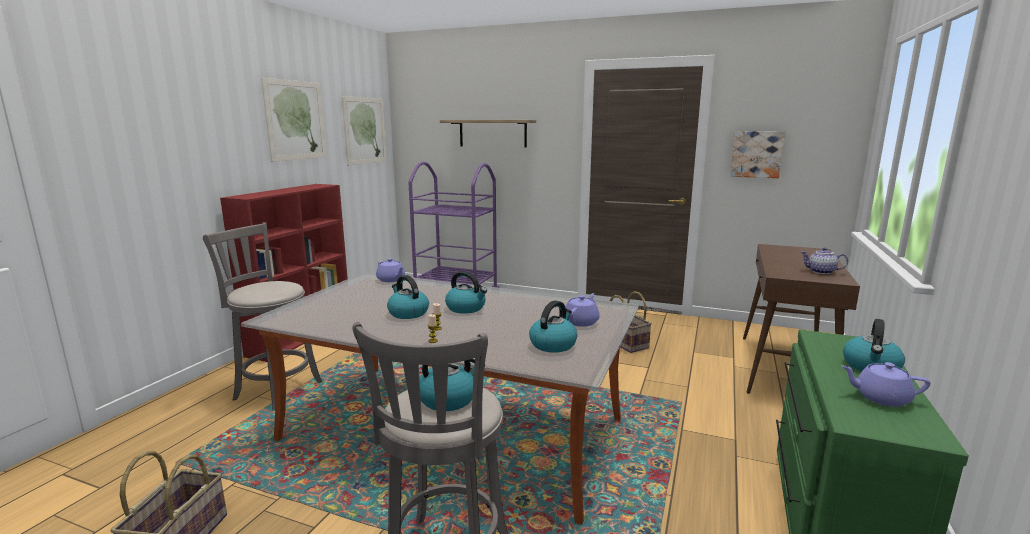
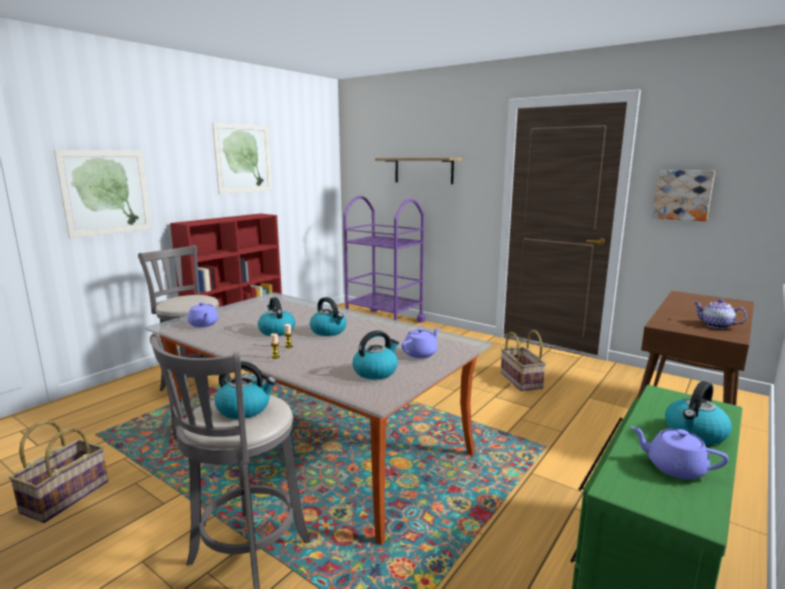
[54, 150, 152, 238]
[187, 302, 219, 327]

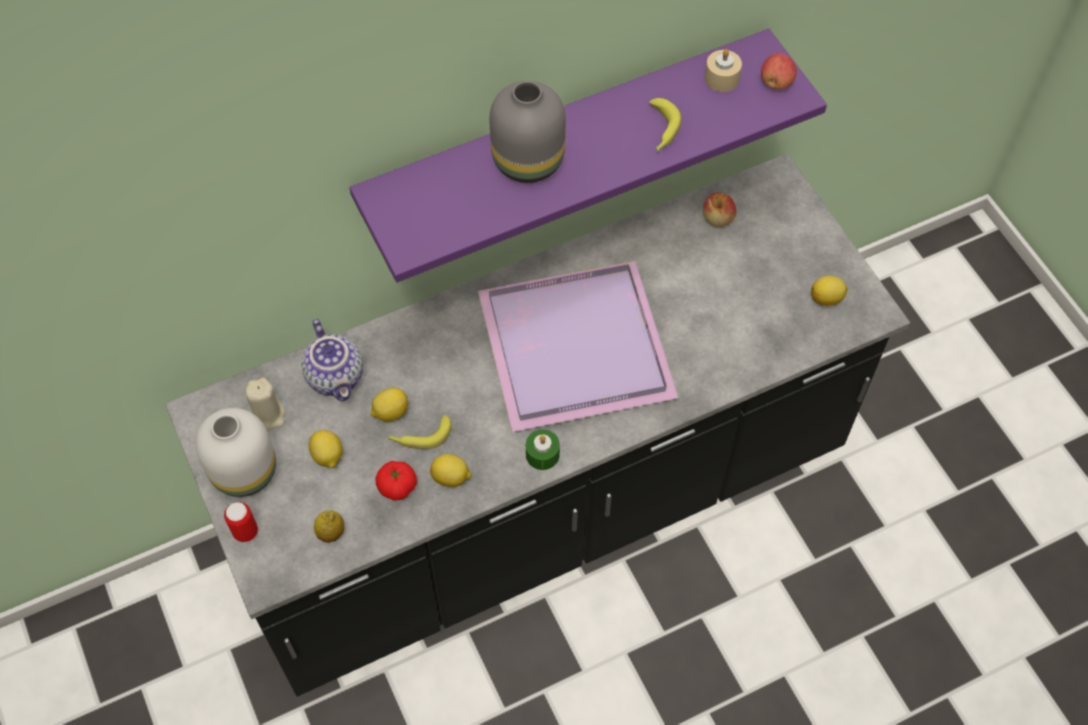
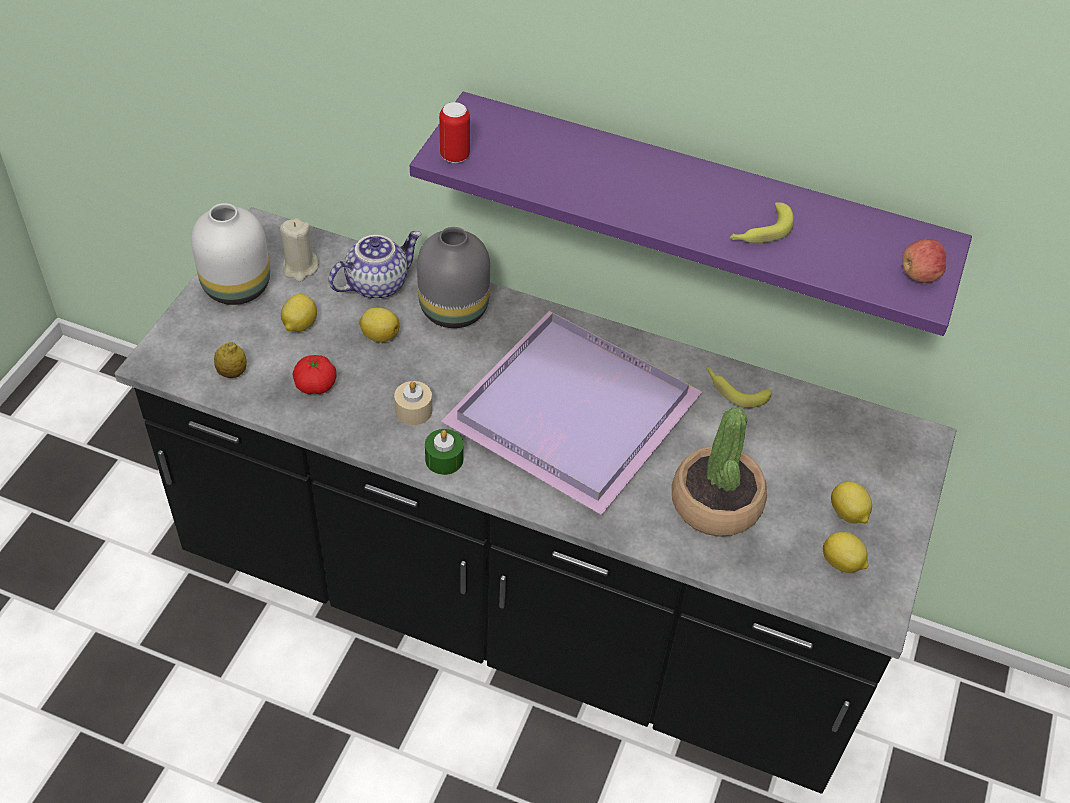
[394, 381, 432, 425]
[417, 227, 490, 328]
[703, 192, 736, 227] (first image)
[328, 231, 421, 299]
[706, 368, 771, 408]
[831, 482, 872, 524]
[439, 102, 470, 163]
[672, 407, 767, 537]

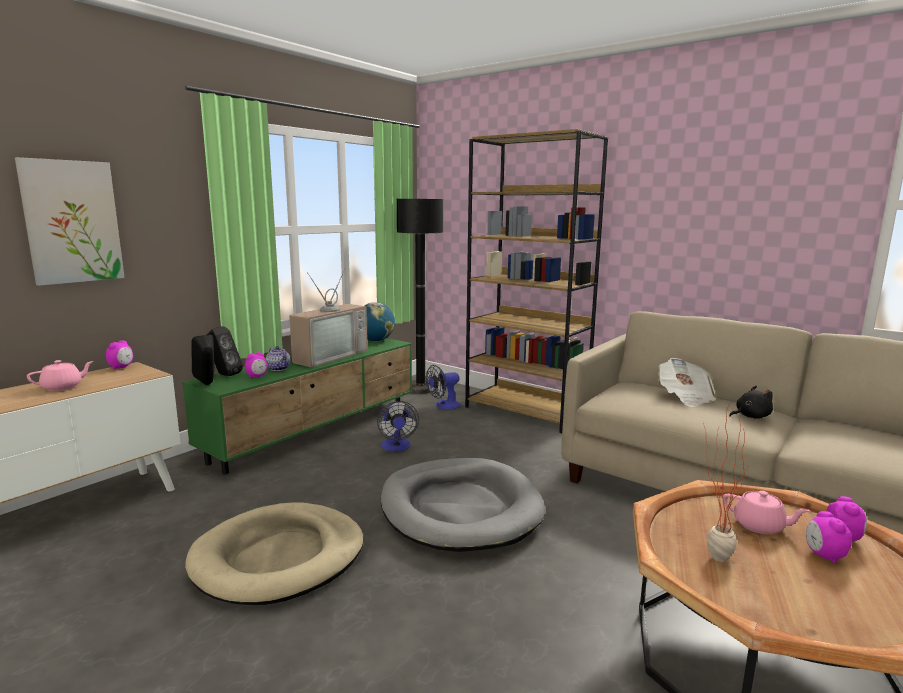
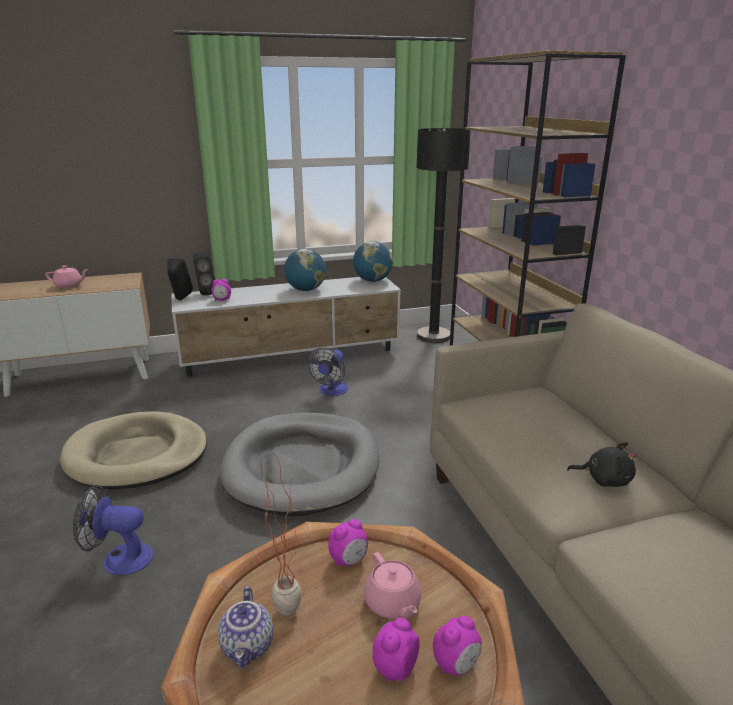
[15, 157, 125, 286] (first image)
[284, 249, 326, 291]
[171, 277, 401, 376]
[328, 519, 368, 566]
[218, 586, 273, 668]
[658, 358, 716, 407] (first image)
[73, 485, 154, 575]

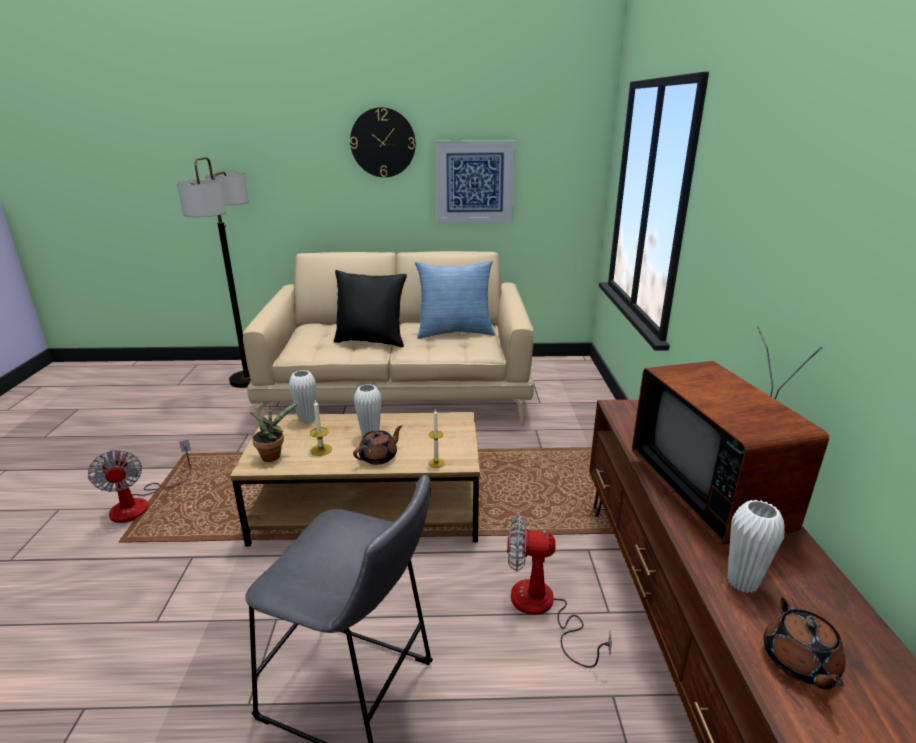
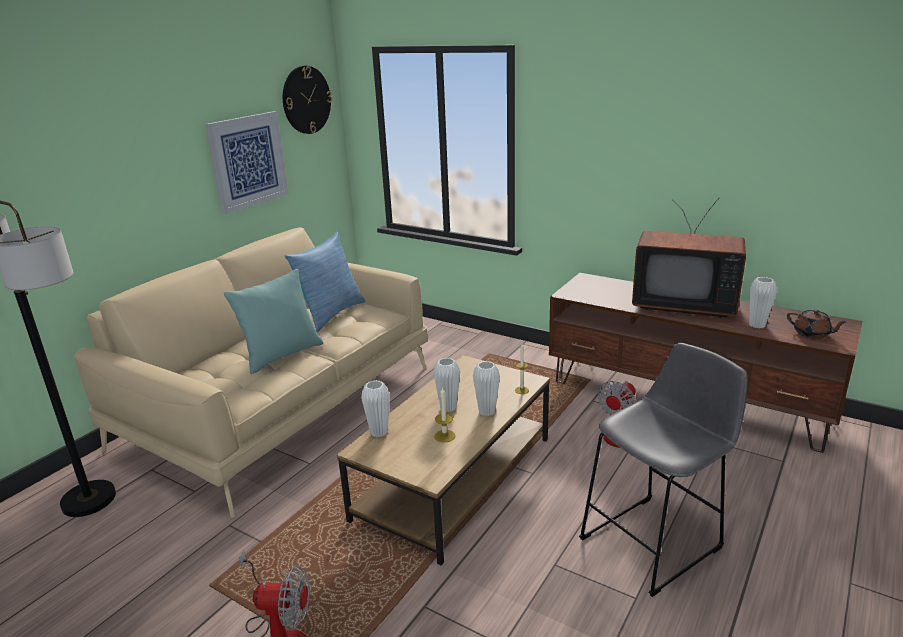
[283, 66, 332, 134]
[224, 269, 323, 374]
[251, 402, 298, 462] (first image)
[473, 361, 500, 416]

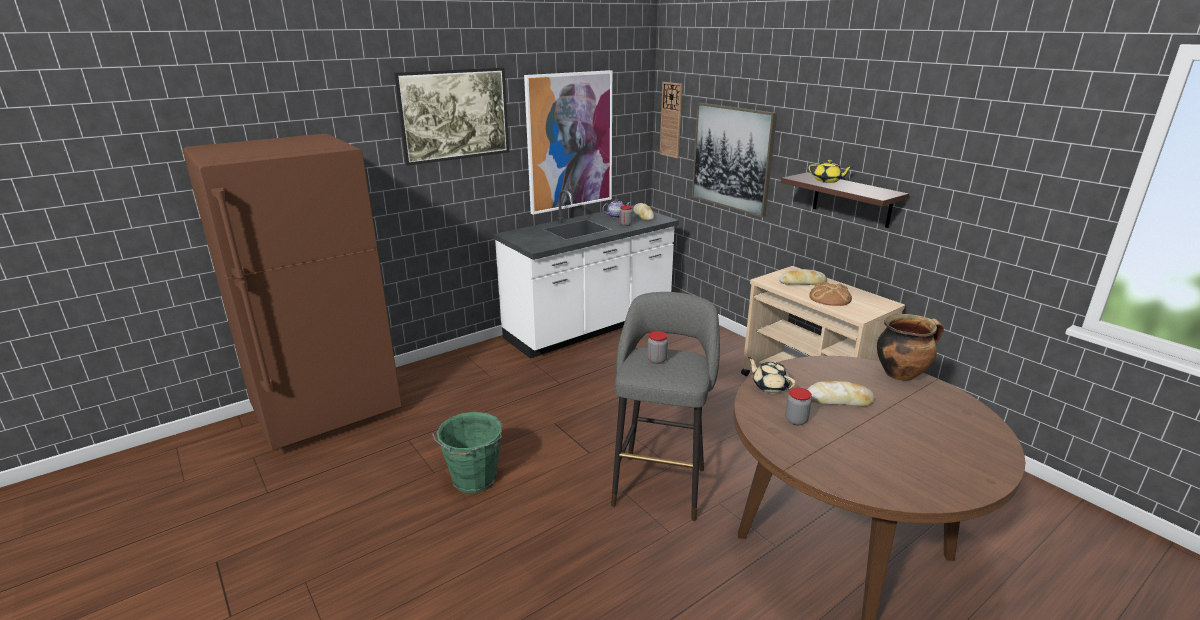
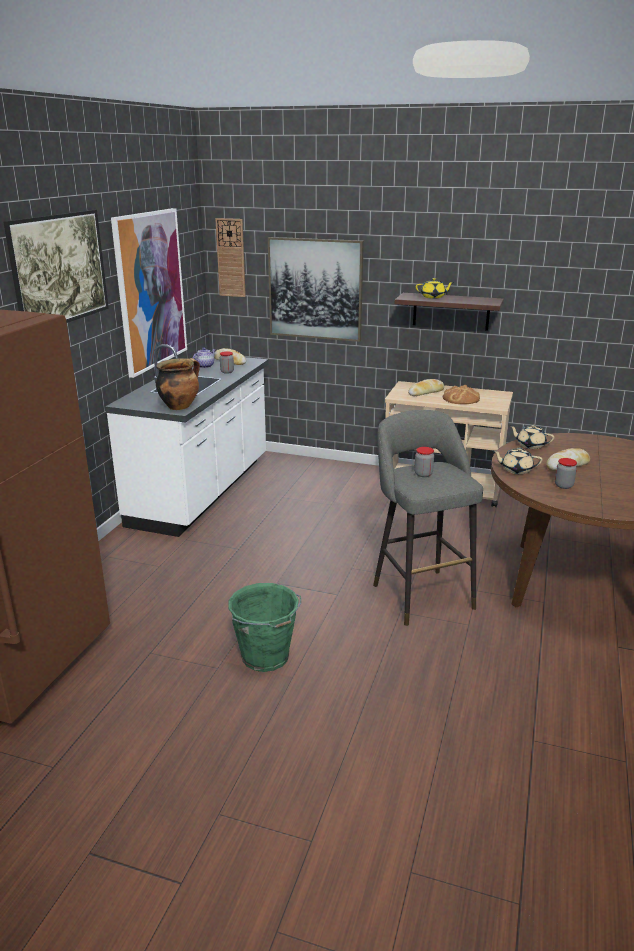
[156, 358, 200, 410]
[509, 425, 554, 449]

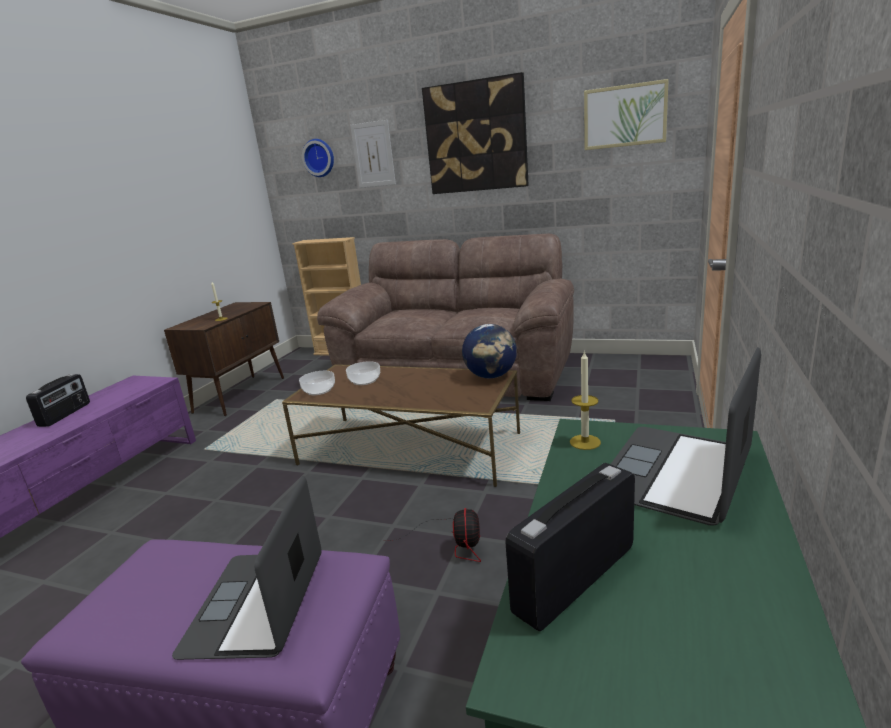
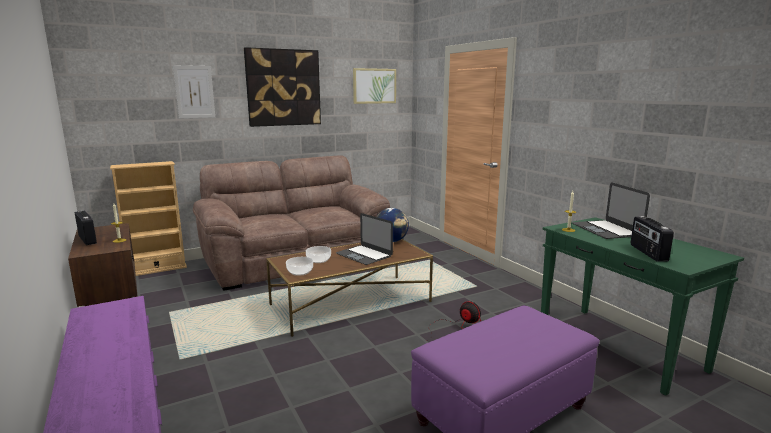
[302, 139, 334, 177] (first image)
[75, 210, 97, 245]
[336, 213, 393, 265]

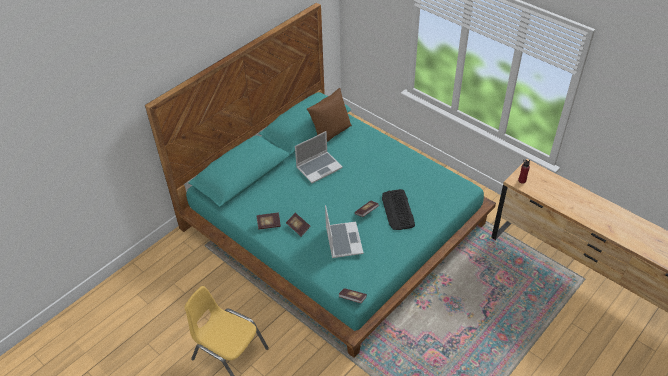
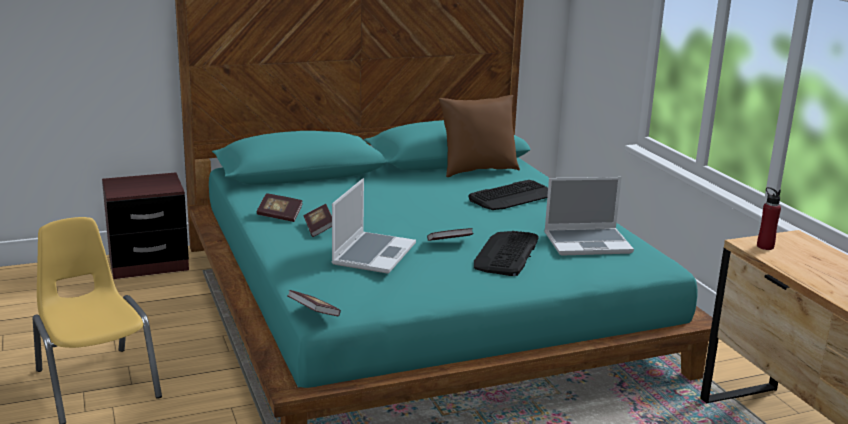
[544, 177, 634, 256]
[102, 172, 189, 279]
[468, 180, 548, 210]

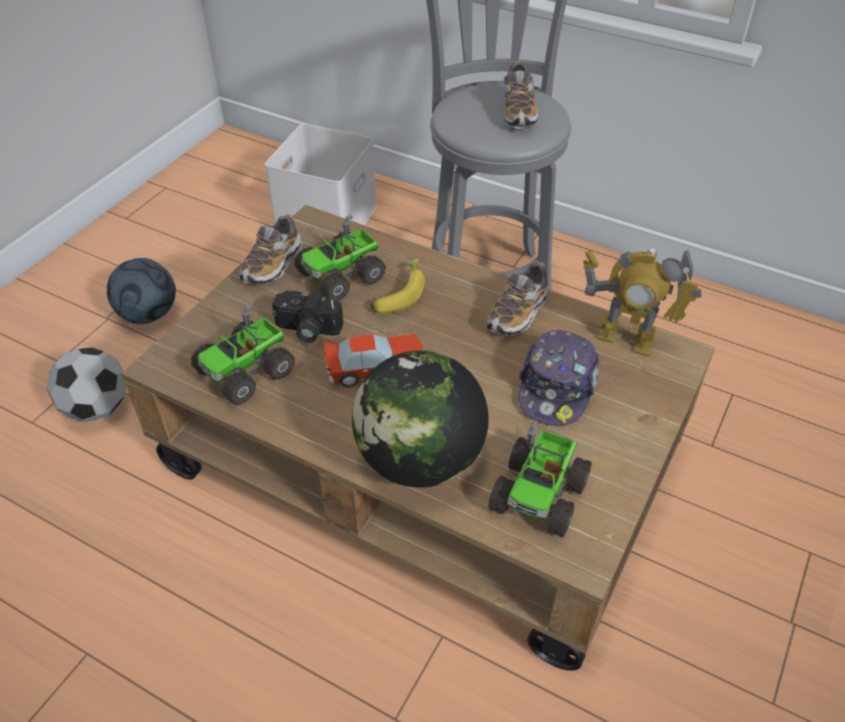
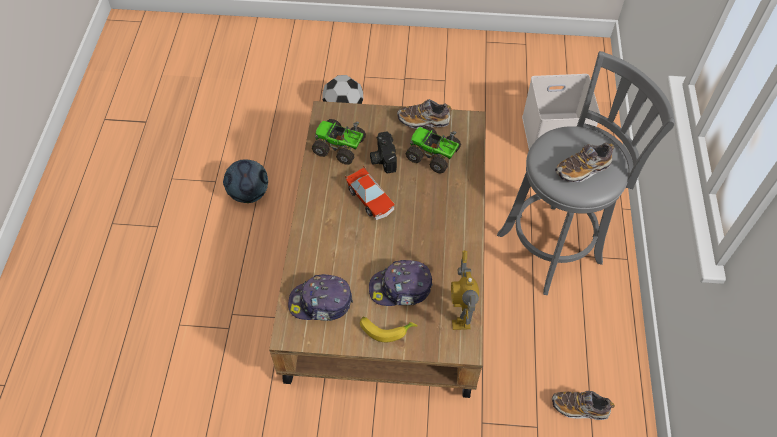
[223, 160, 268, 203]
[360, 316, 418, 342]
[552, 390, 615, 420]
[352, 350, 489, 488] (first image)
[288, 274, 353, 321]

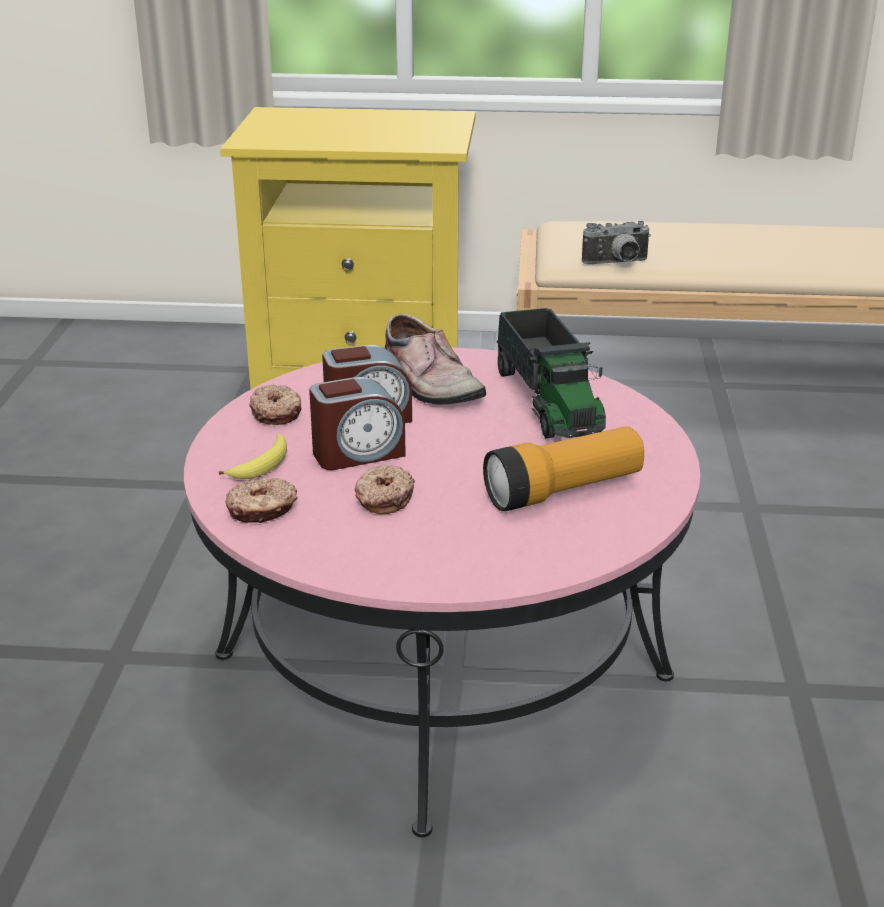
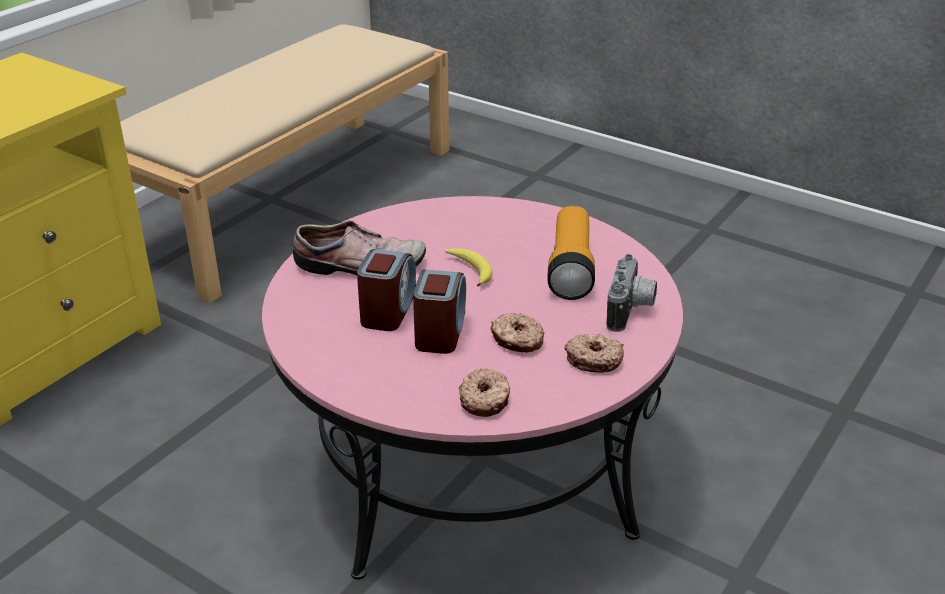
[607, 254, 657, 332]
[496, 308, 606, 438] (first image)
[565, 334, 624, 373]
[445, 249, 493, 287]

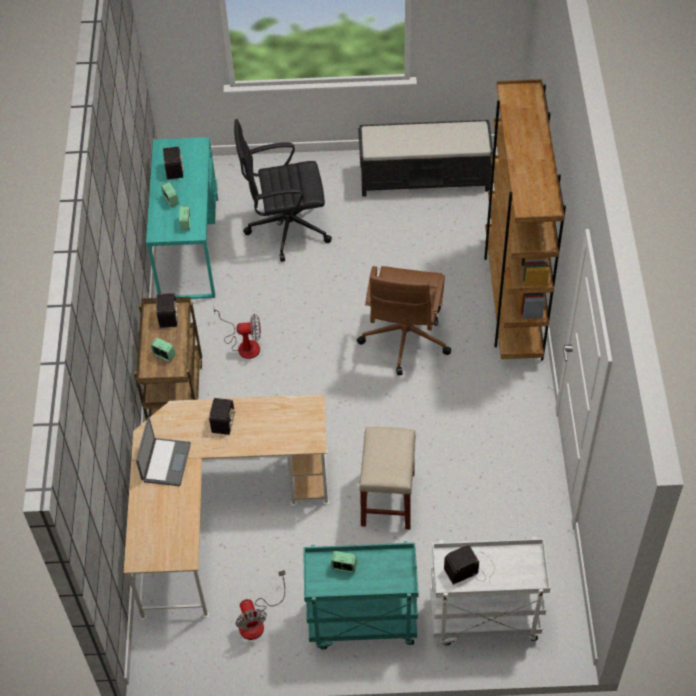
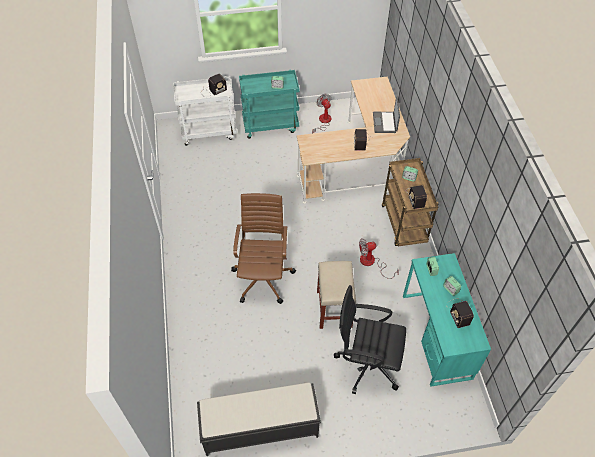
[484, 79, 566, 360] (first image)
[334, 285, 406, 394]
[317, 261, 356, 329]

